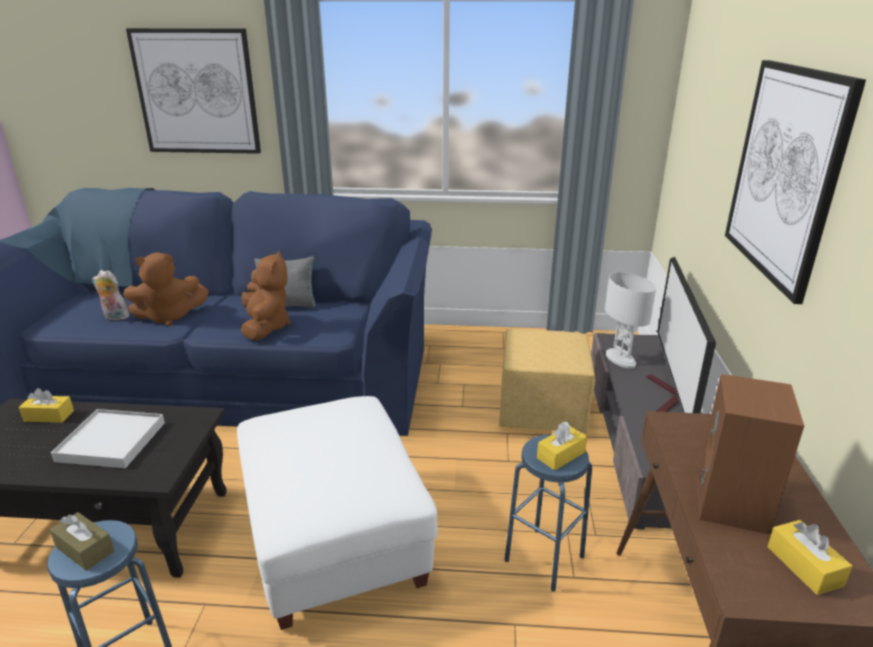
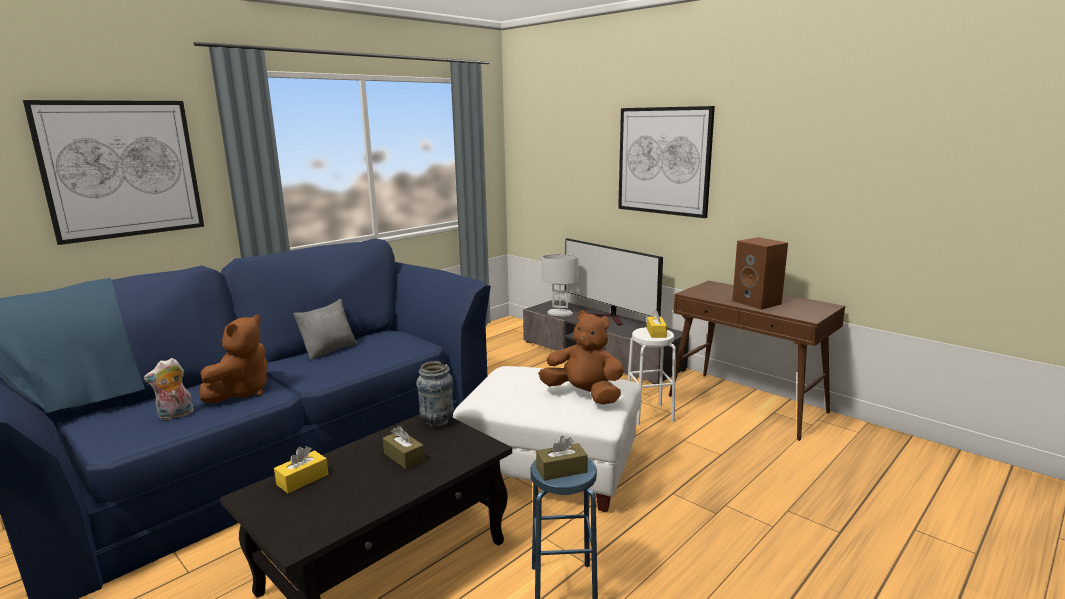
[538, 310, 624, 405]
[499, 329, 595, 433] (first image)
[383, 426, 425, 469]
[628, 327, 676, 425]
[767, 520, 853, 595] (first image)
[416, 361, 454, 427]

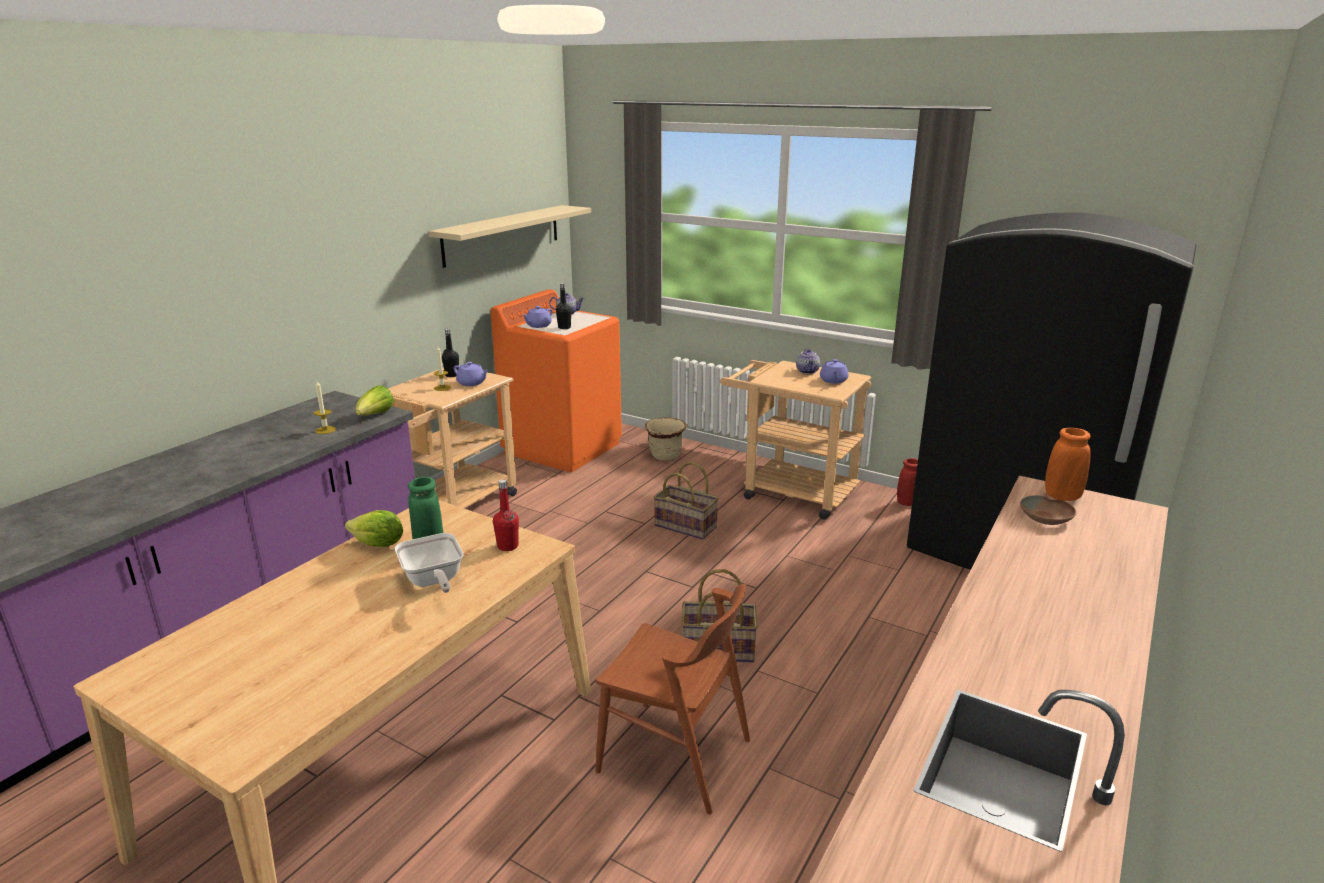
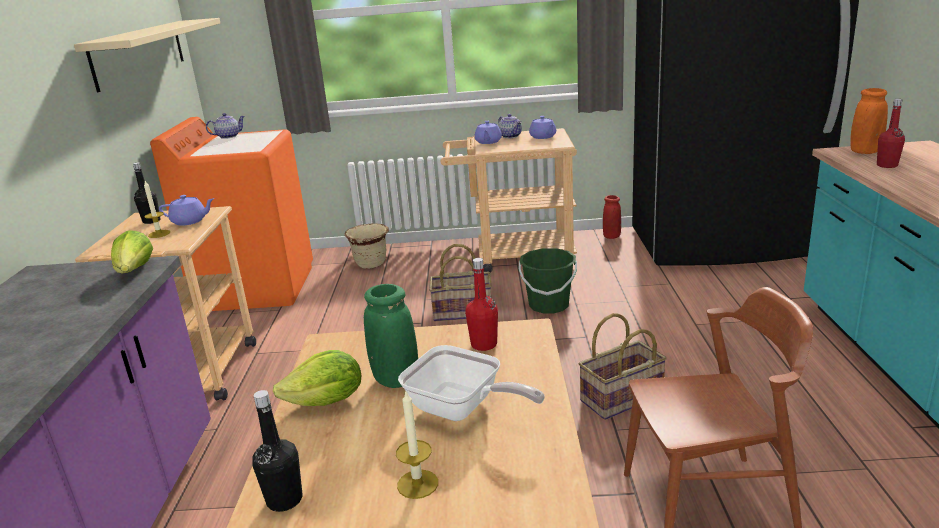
[252, 390, 303, 512]
[475, 121, 502, 144]
[396, 392, 438, 499]
[877, 99, 905, 168]
[519, 248, 577, 314]

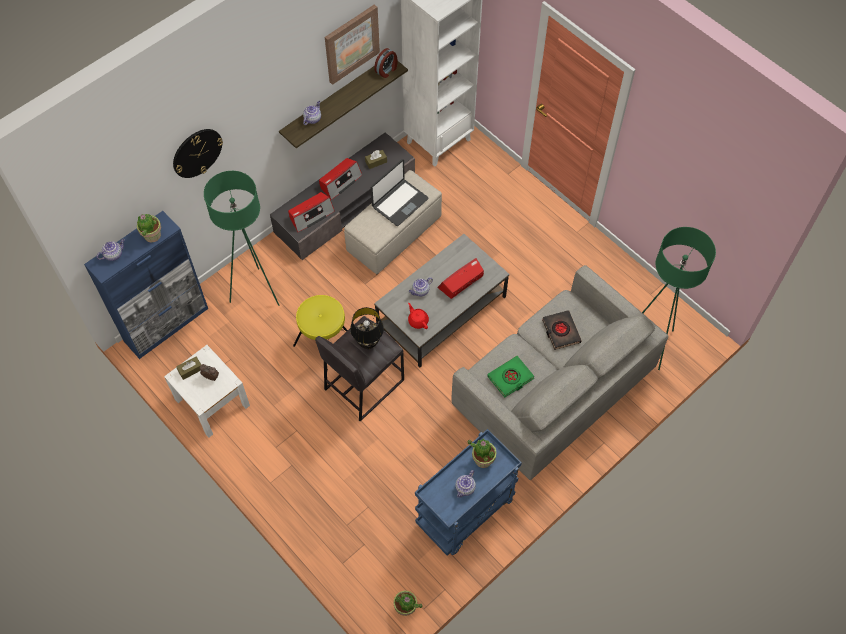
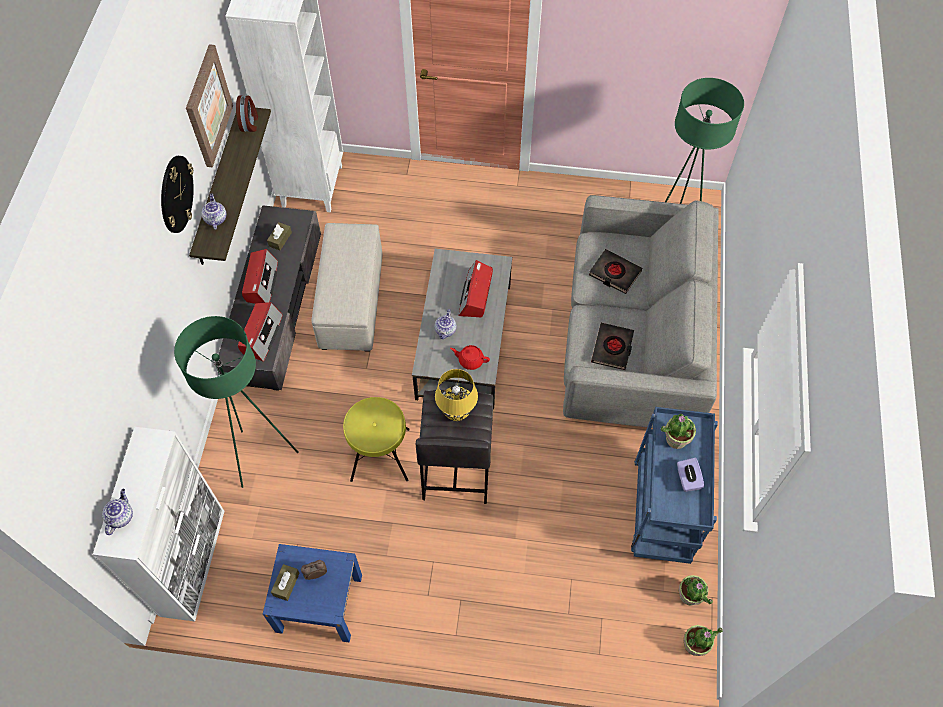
[161, 156, 194, 233]
[370, 159, 428, 226] (first image)
[93, 427, 224, 622]
[679, 575, 713, 606]
[435, 369, 478, 421]
[263, 544, 362, 642]
[591, 323, 634, 370]
[677, 458, 704, 492]

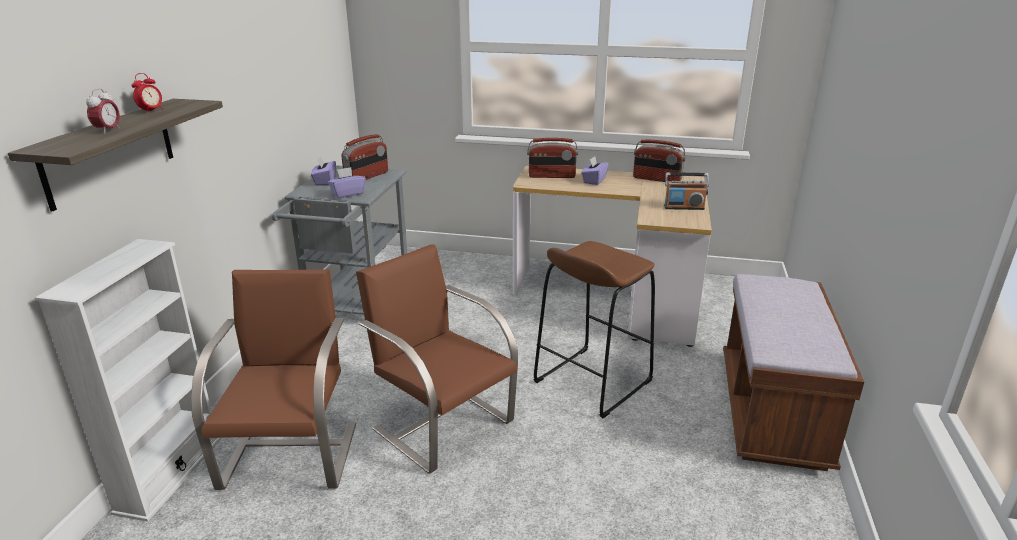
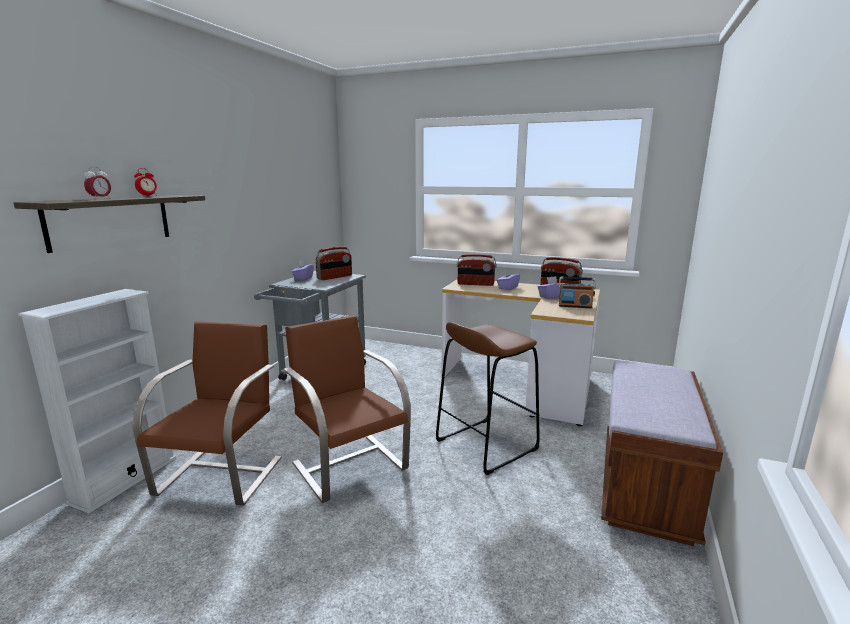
[538, 276, 564, 299]

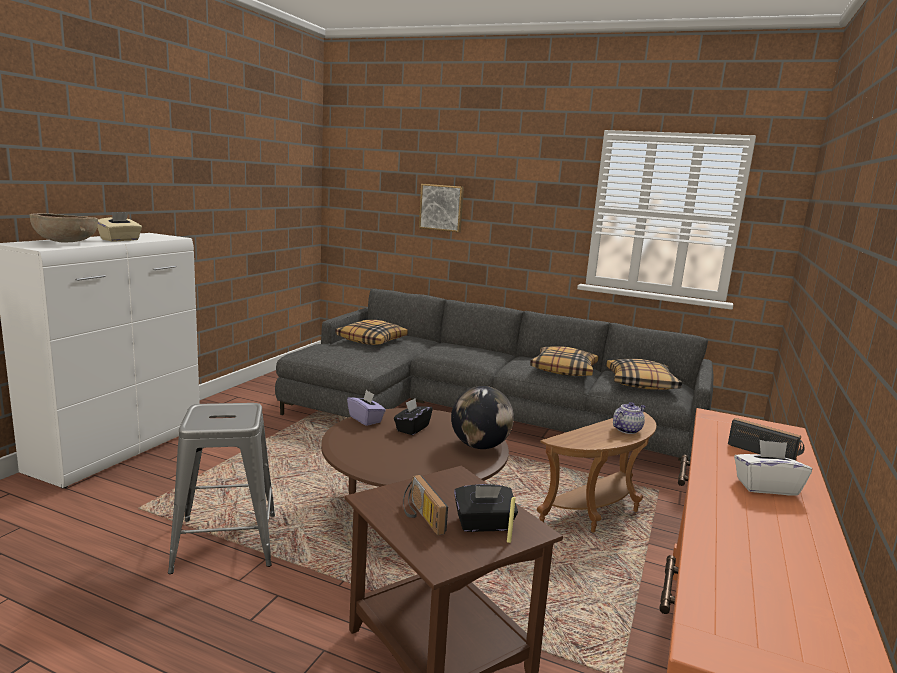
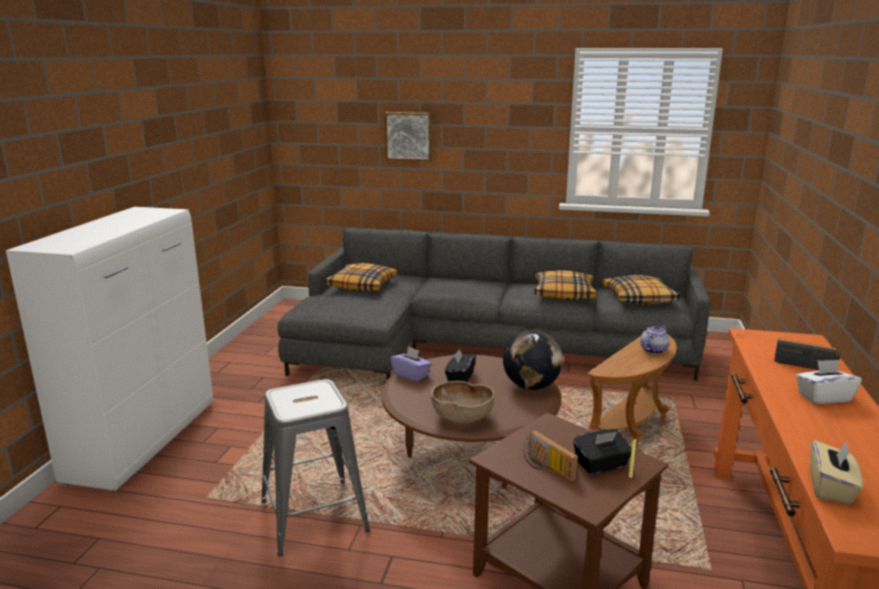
[810, 440, 863, 504]
[431, 381, 494, 423]

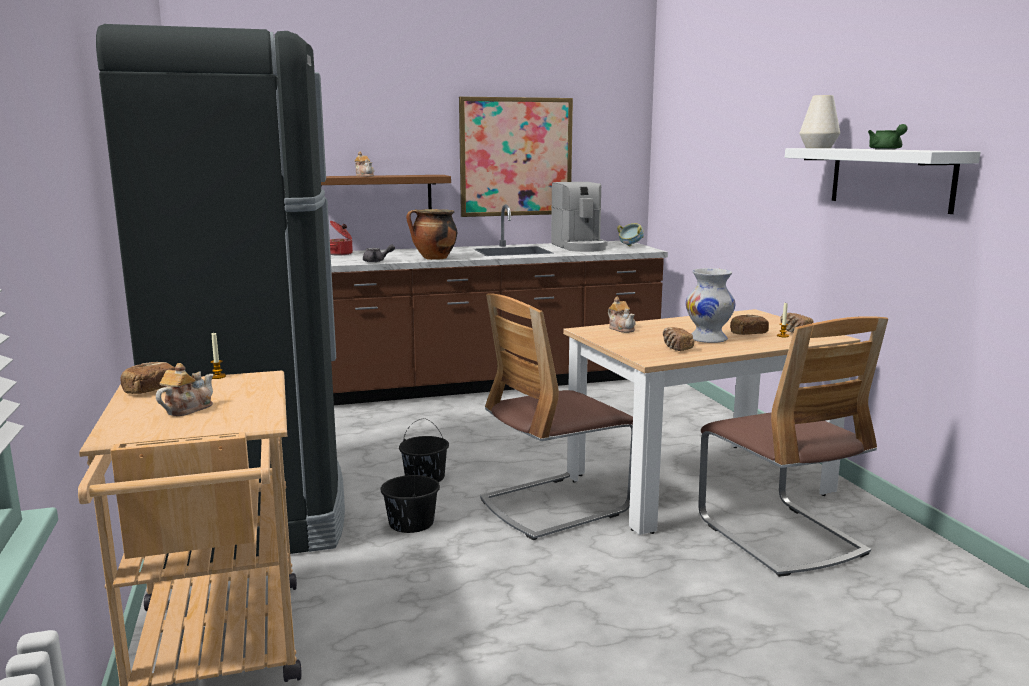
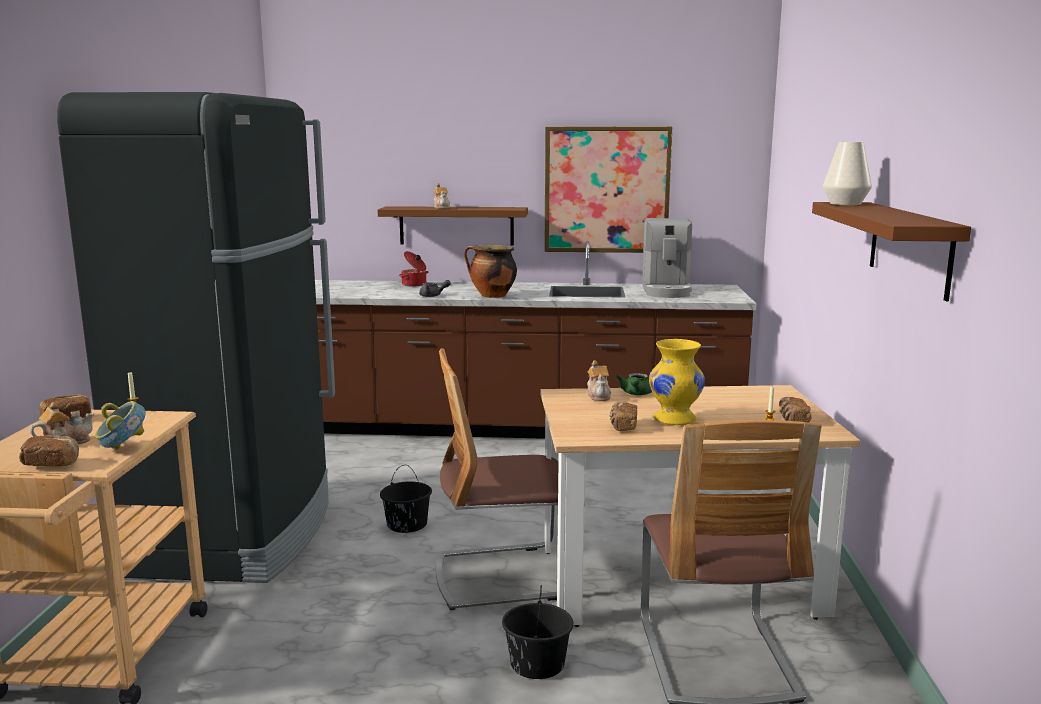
[616, 373, 652, 395]
[812, 202, 971, 301]
[95, 401, 145, 450]
[649, 339, 705, 425]
[19, 435, 79, 467]
[502, 585, 573, 679]

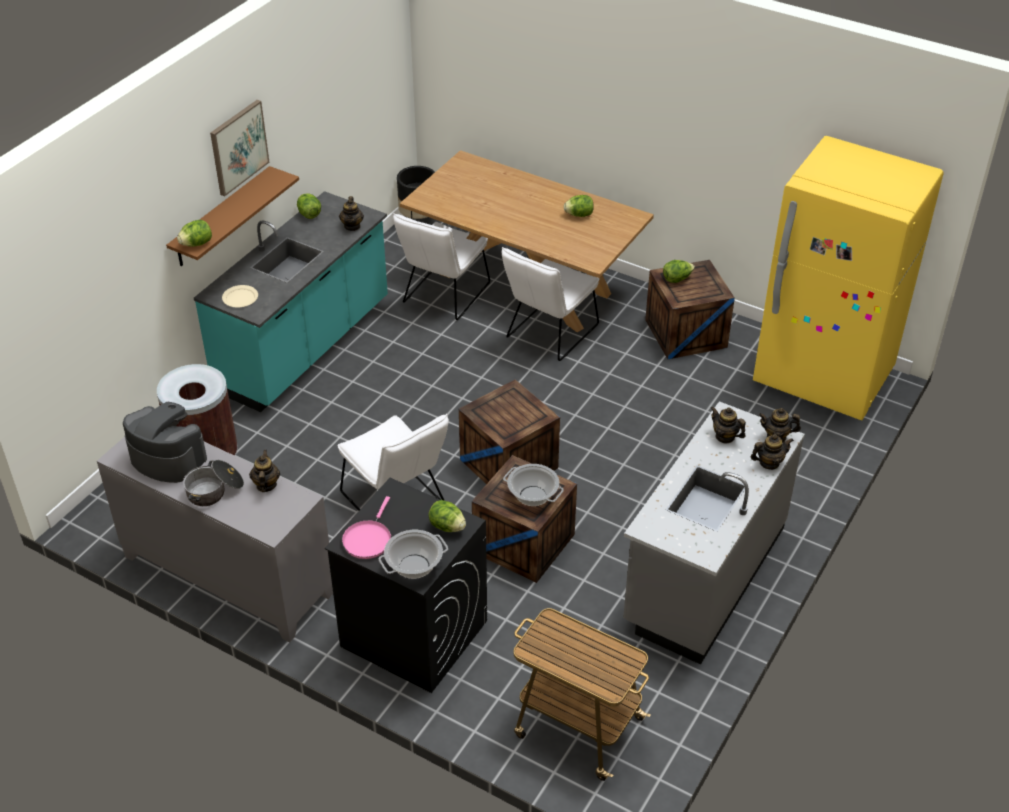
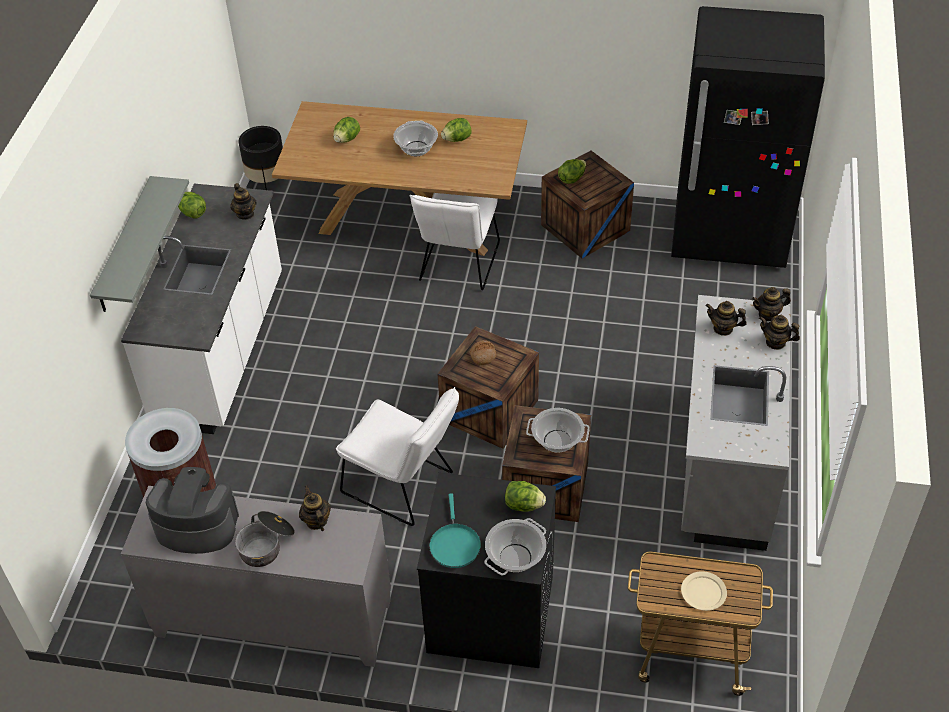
[210, 100, 269, 196] (first image)
[671, 6, 825, 268]
[90, 176, 189, 312]
[121, 184, 282, 434]
[393, 213, 490, 320] (first image)
[333, 117, 360, 143]
[681, 571, 727, 611]
[759, 315, 800, 350]
[429, 493, 481, 568]
[393, 121, 438, 156]
[470, 340, 496, 365]

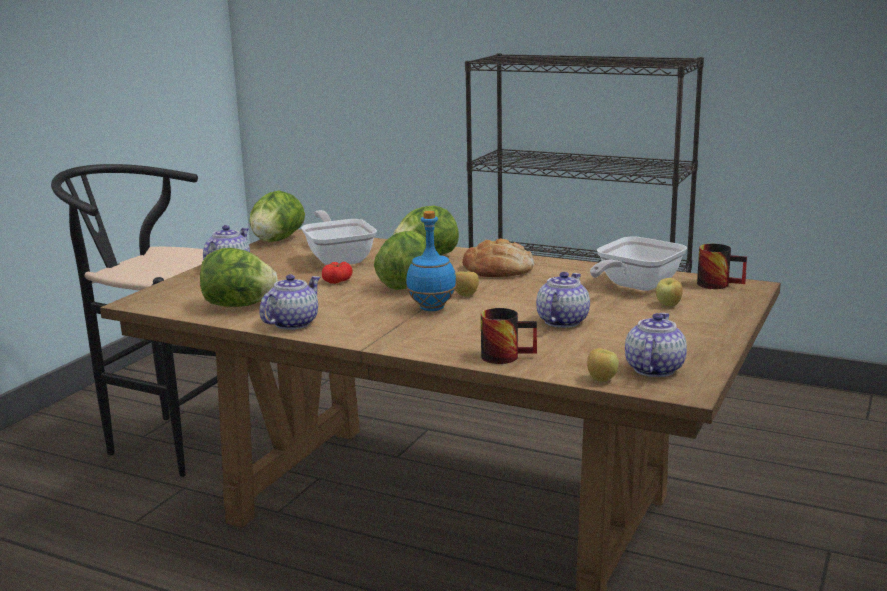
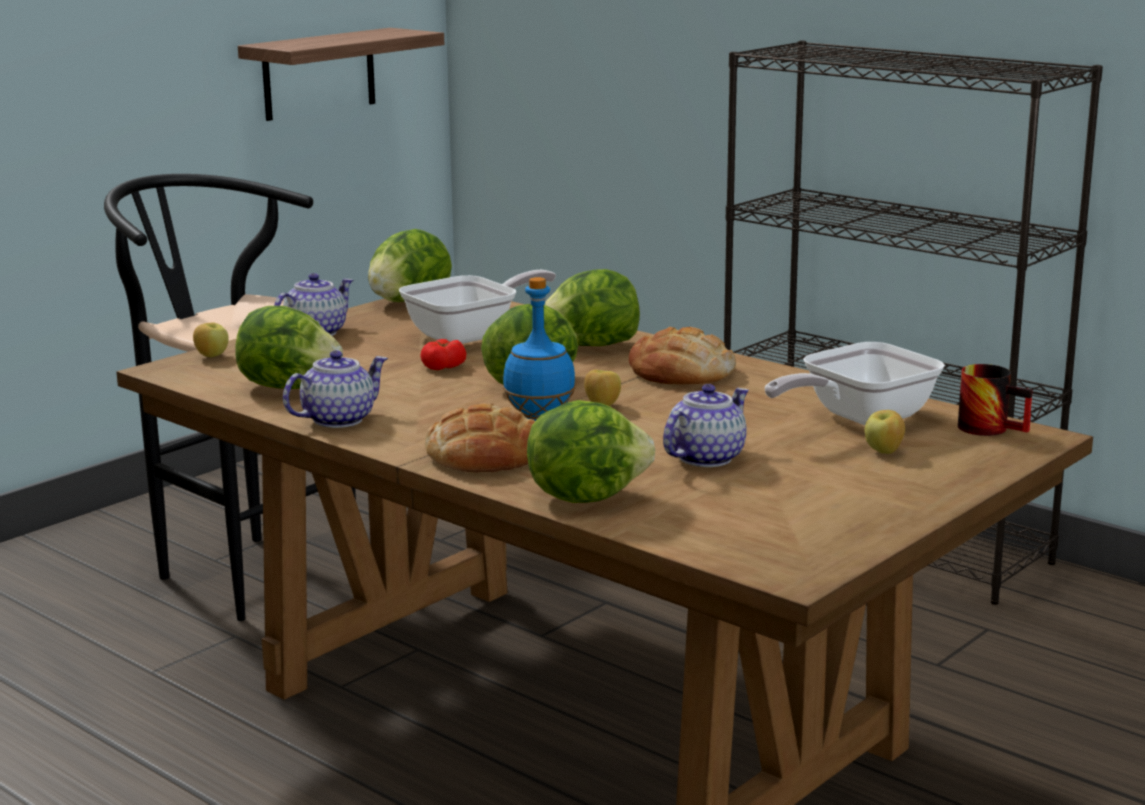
[399, 270, 556, 344]
[527, 400, 655, 503]
[625, 313, 687, 377] (first image)
[193, 323, 229, 357]
[238, 28, 444, 121]
[425, 403, 535, 473]

